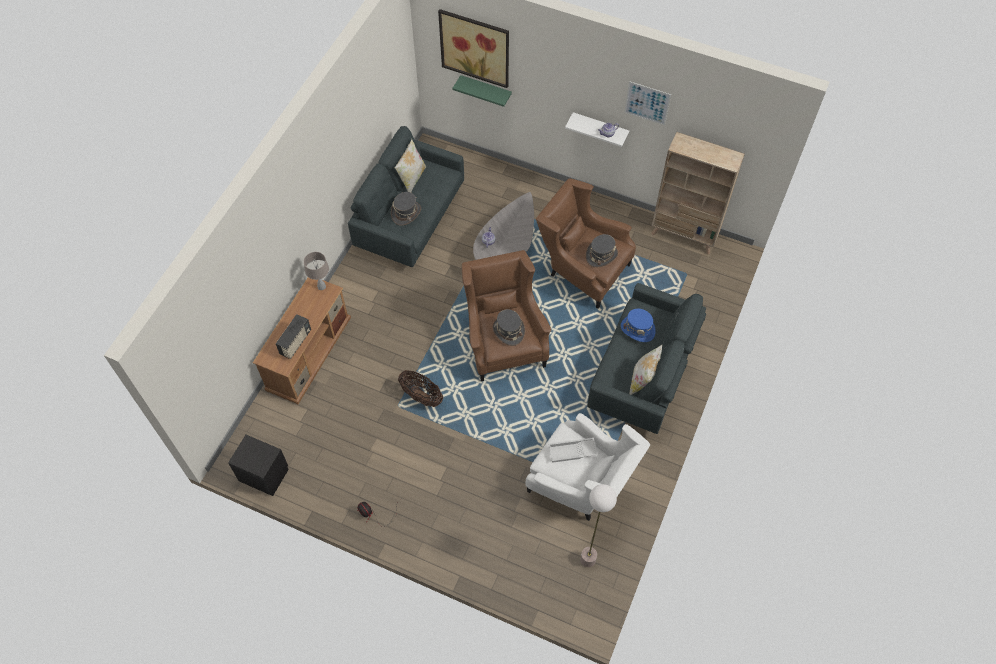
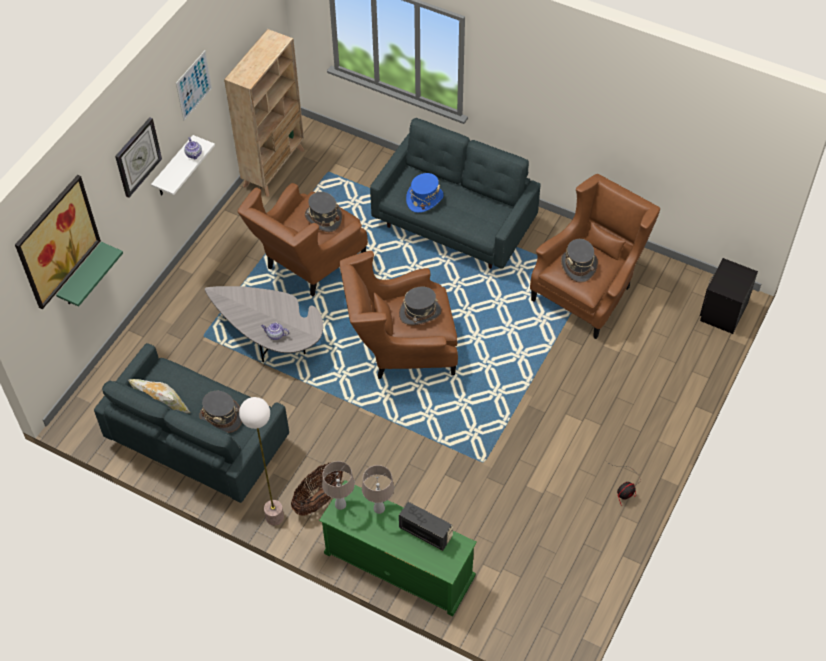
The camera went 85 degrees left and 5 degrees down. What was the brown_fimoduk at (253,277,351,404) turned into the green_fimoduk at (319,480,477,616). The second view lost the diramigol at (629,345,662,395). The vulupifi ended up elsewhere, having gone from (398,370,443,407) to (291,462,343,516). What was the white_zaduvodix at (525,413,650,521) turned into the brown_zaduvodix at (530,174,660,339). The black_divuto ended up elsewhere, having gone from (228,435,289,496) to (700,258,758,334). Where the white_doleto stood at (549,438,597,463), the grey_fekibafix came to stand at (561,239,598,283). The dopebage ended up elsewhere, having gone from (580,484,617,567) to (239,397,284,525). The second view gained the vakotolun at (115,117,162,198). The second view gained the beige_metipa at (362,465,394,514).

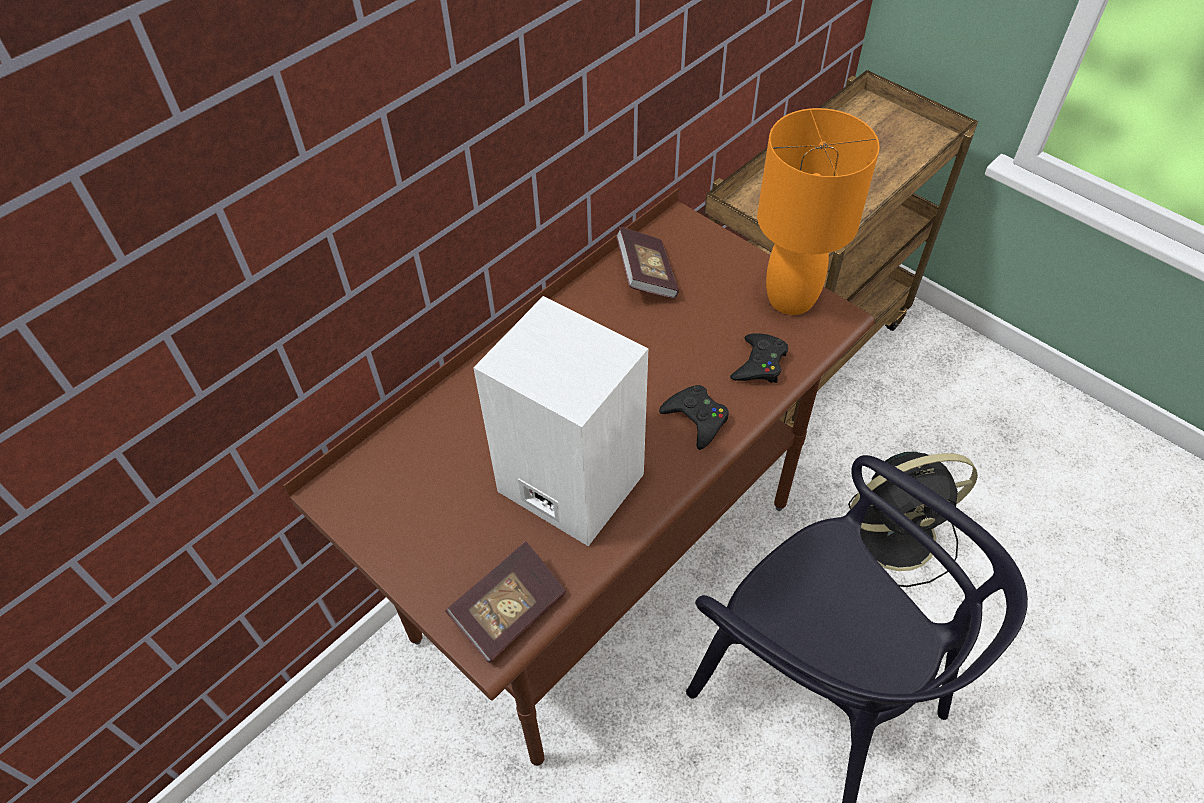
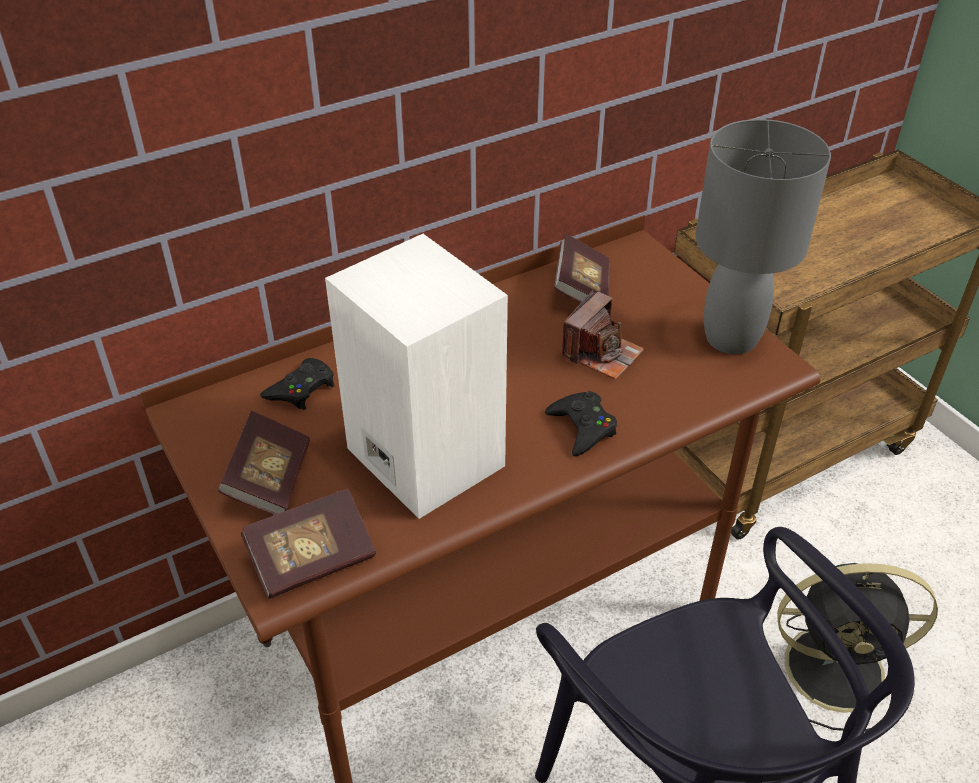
The camera went 15 degrees right and 10 degrees down. What was the orange_metipa at (757,108,880,315) turned into the grey_metipa at (695,119,831,354). The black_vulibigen ended up elsewhere, having gone from (730,333,788,383) to (260,358,334,410). The second view gained the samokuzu at (562,290,644,380). The second view gained the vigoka at (218,411,310,515).

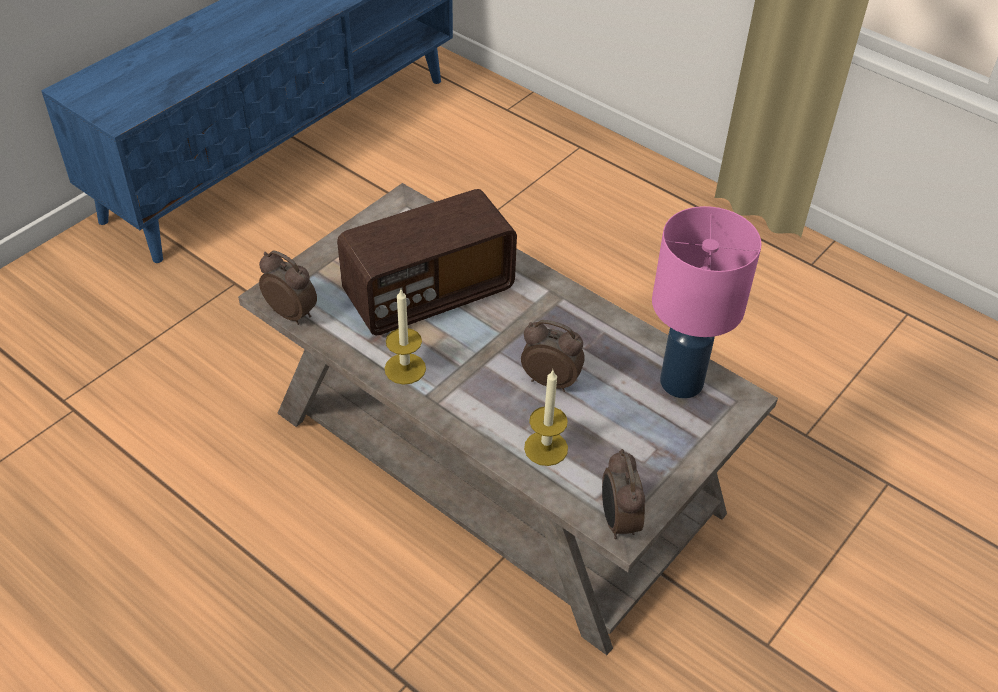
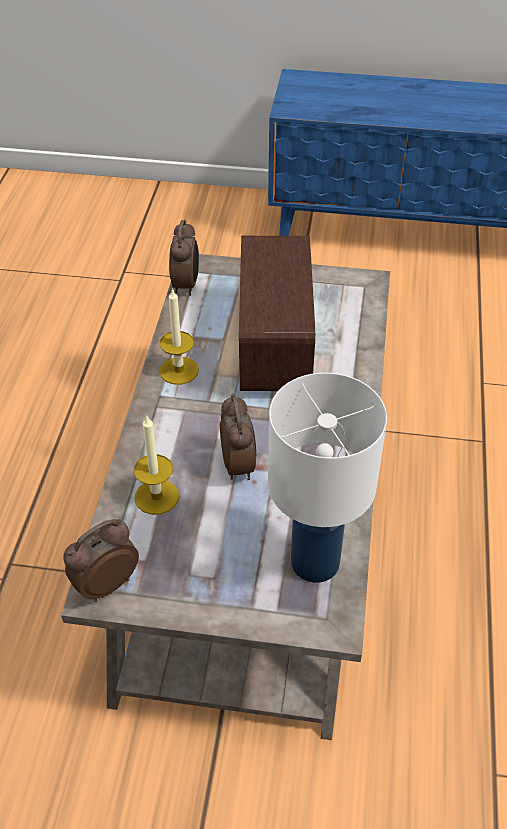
The camera went 60 degrees right and 0 degrees up. The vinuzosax at (337,189,517,336) ended up facing another way, 120 degrees counterclockwise from before. What was the pink_metipa at (652,206,762,398) turned into the white_metipa at (268,373,387,583).

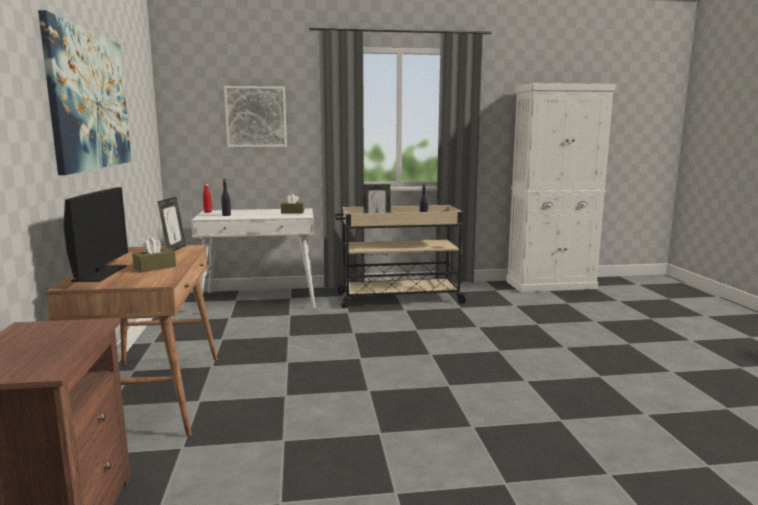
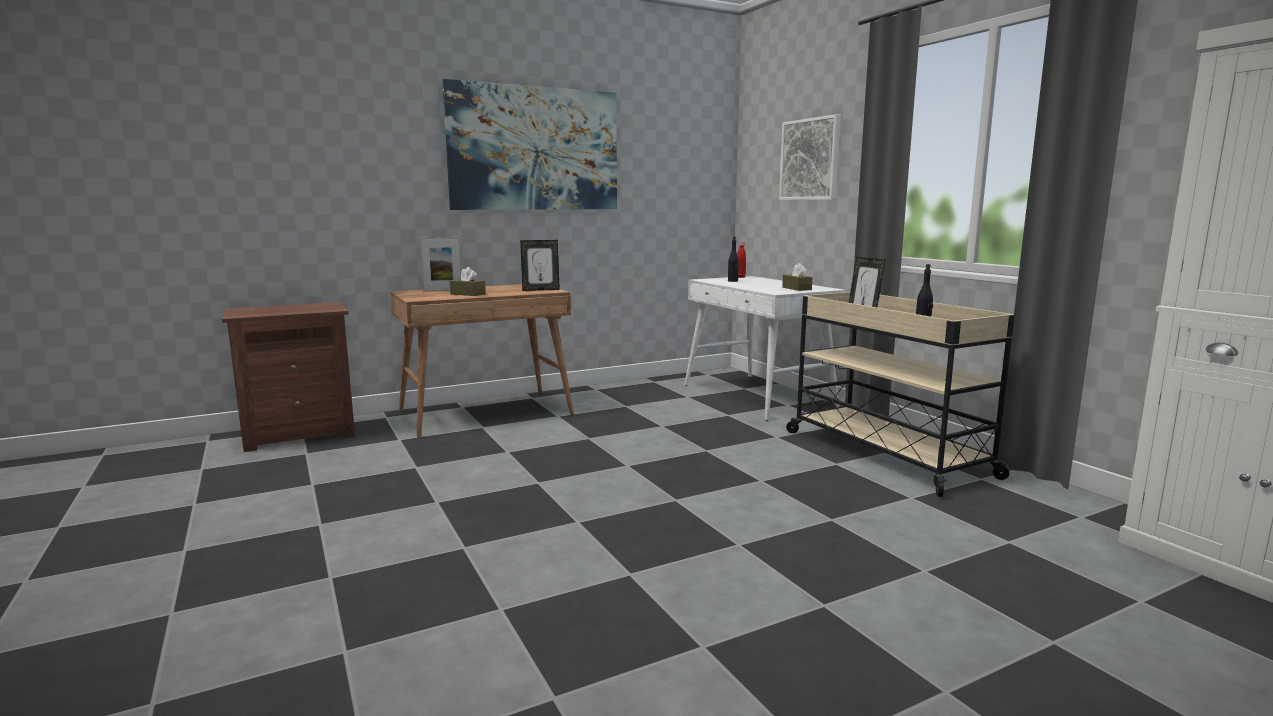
The camera went 70 degrees right and 0 degrees up. Where the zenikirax stood at (63,187,128,282), the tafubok came to stand at (419,237,462,292).

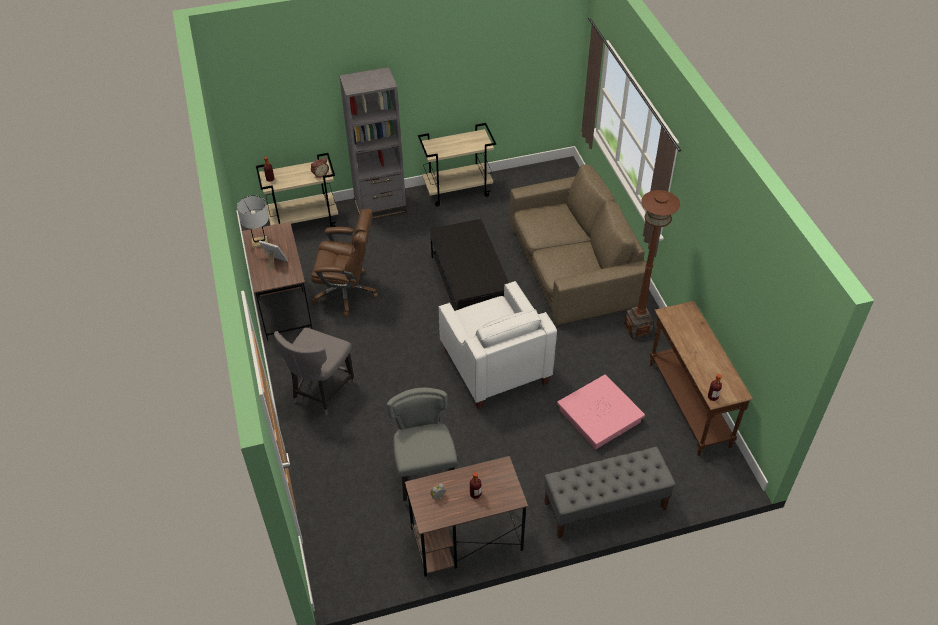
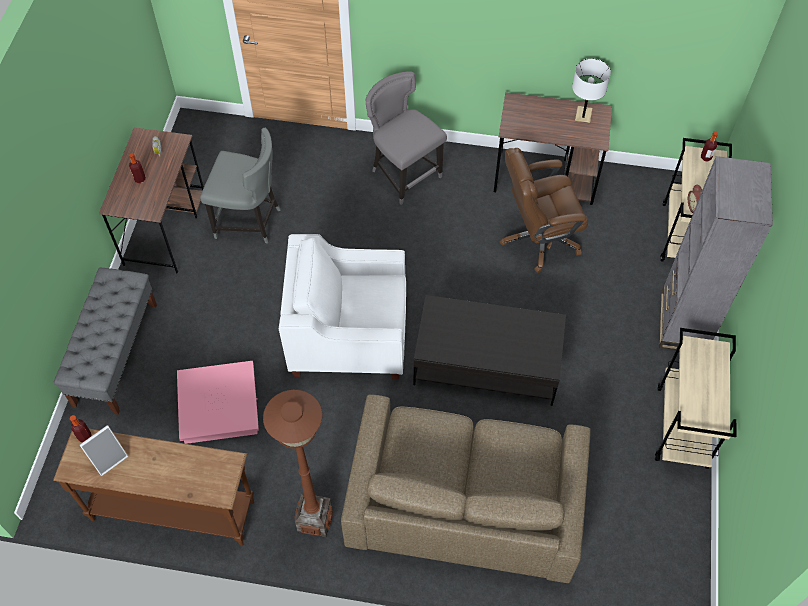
The camera went 115 degrees right and 10 degrees up. The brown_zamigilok at (311,209,378,317) ended up facing another way, 45 degrees clockwise from before. The tafubok ended up elsewhere, having gone from (259,240,288,271) to (80,425,128,476).

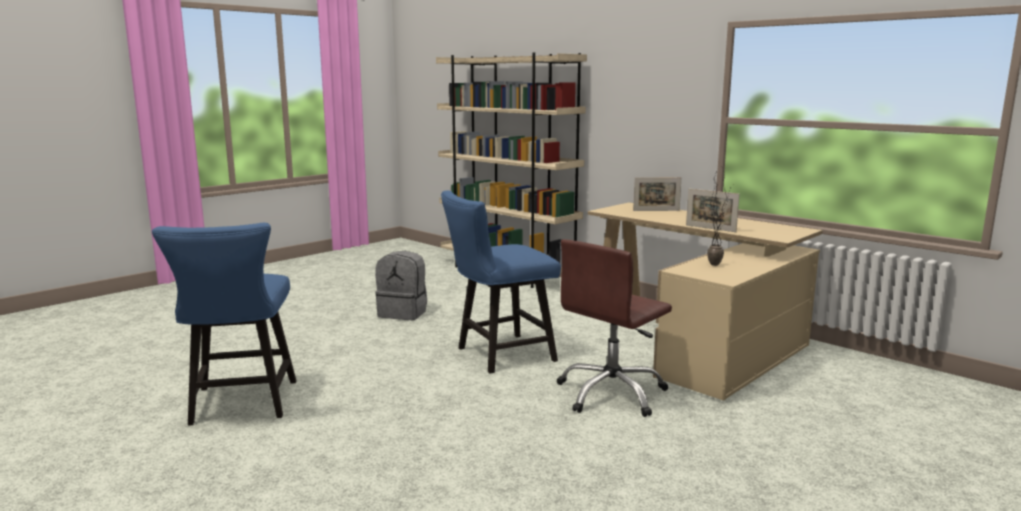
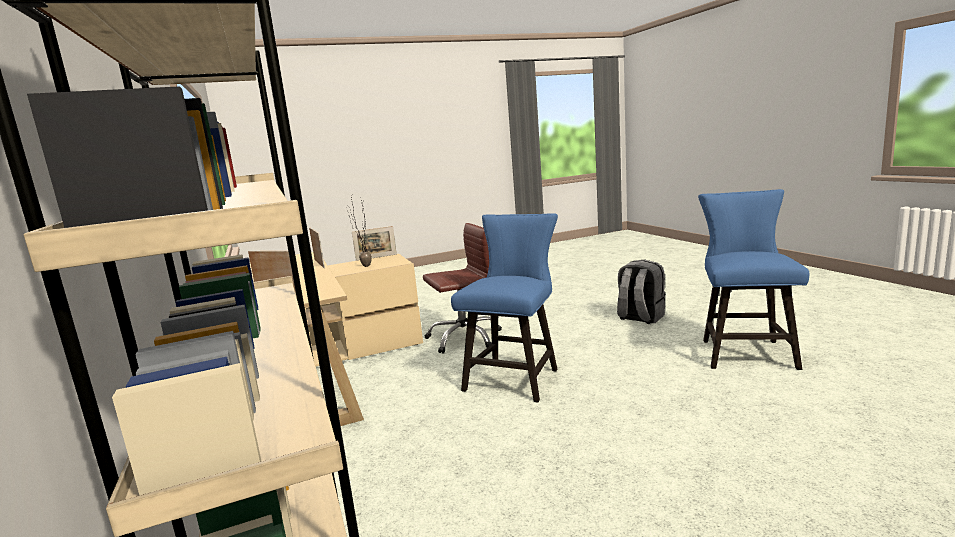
The camera went 155 degrees left and 0 degrees up. The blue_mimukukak at (441,190,561,373) ended up facing another way, 60 degrees counterclockwise from before. The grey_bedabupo ended up elsewhere, having gone from (375,251,427,320) to (617,260,665,324). The second view gained the tafubok at (352,226,397,261).

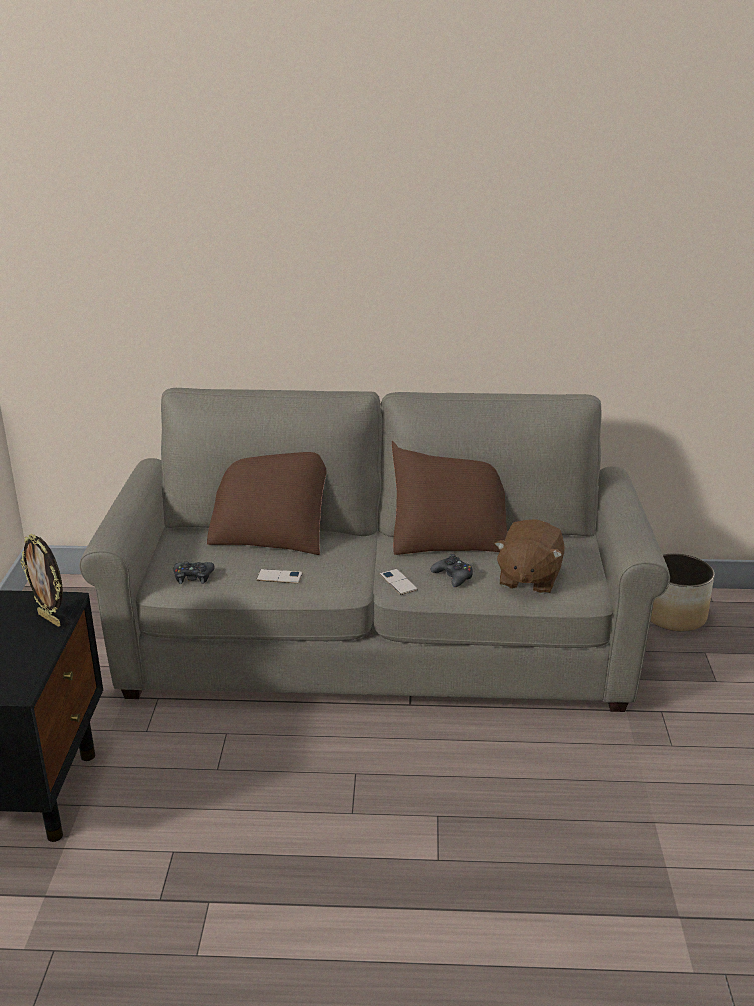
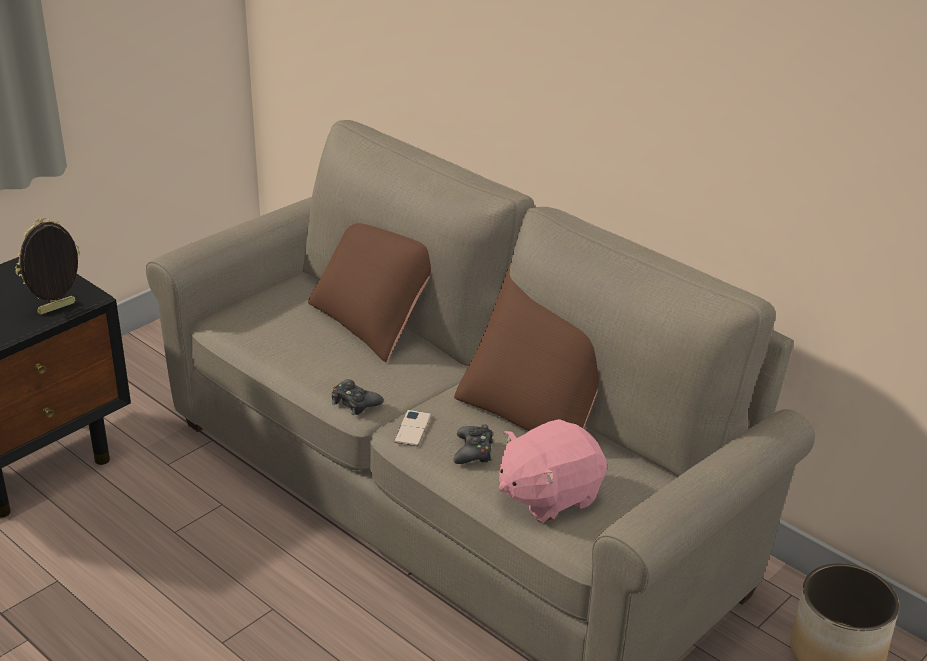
The camera went 40 degrees right and 5 degrees up. What was the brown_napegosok at (495,520,565,594) turned into the pink_napegosok at (499,419,607,523). The tafubok at (21,534,63,627) ended up facing another way, 60 degrees clockwise from before. The black_vulibigen ended up elsewhere, having gone from (173,561,215,584) to (332,379,384,415). The second view lost the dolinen at (256,569,303,584).

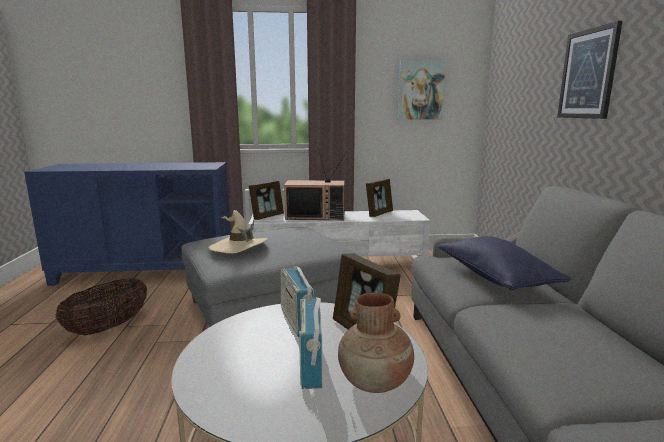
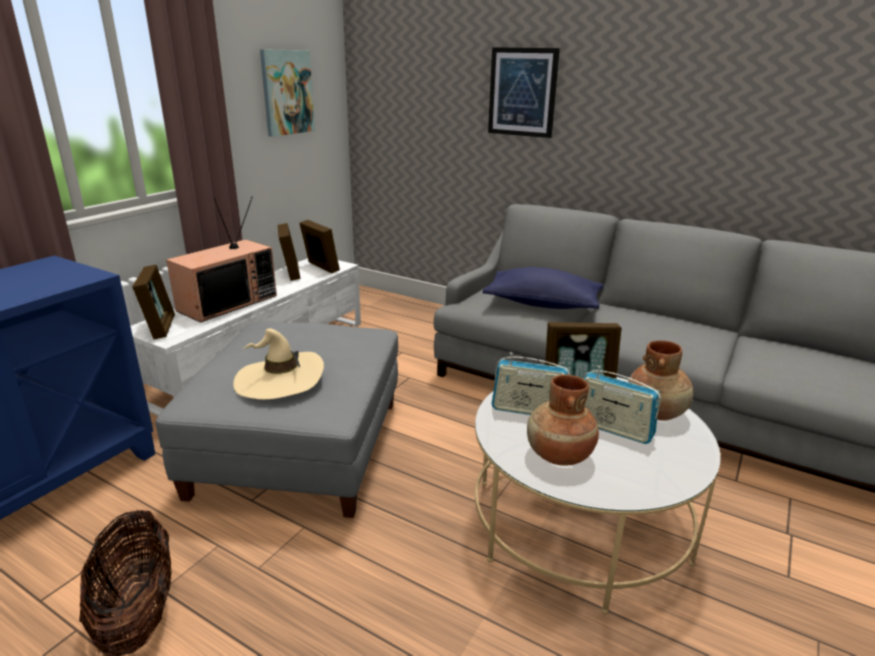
The camera went 55 degrees left and 10 degrees up. The second view gained the tafubok at (299,220,340,273). The second view gained the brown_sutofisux at (527,374,599,466).

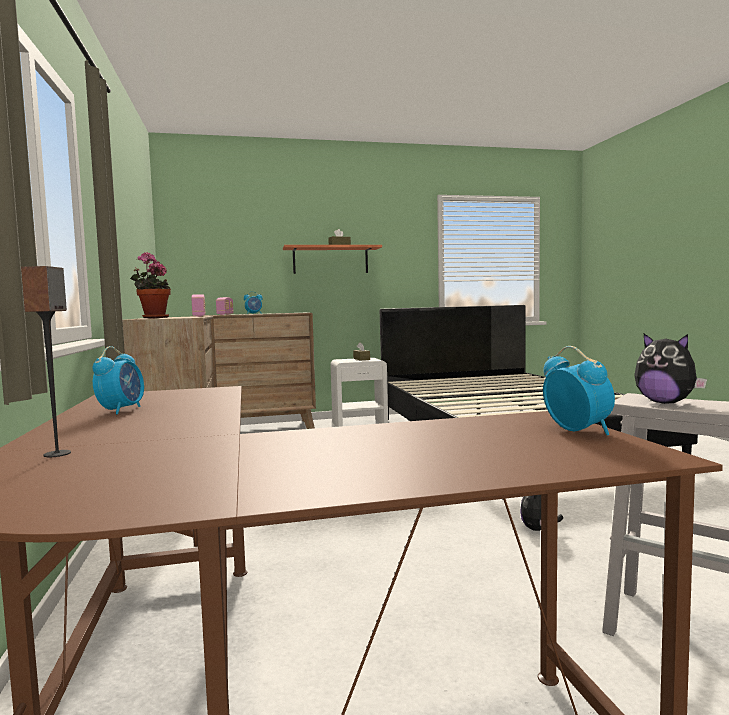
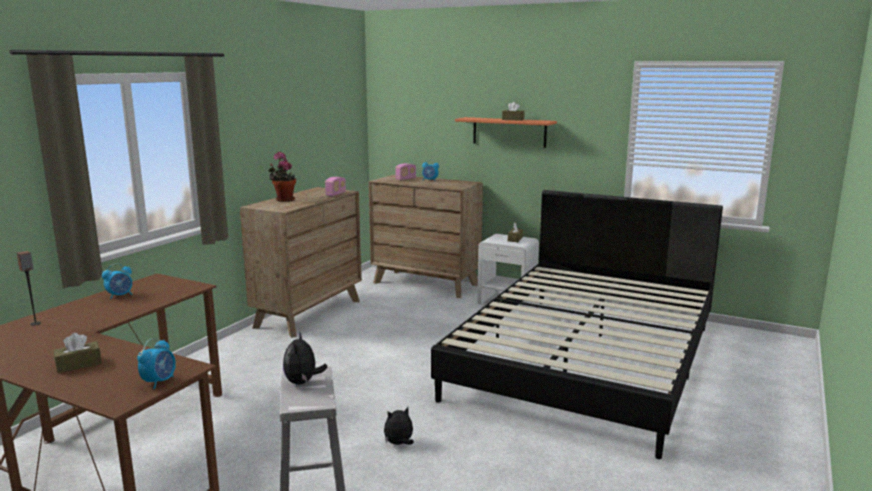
The camera went 40 degrees right and 10 degrees up. The second view gained the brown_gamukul at (54,333,102,373).

